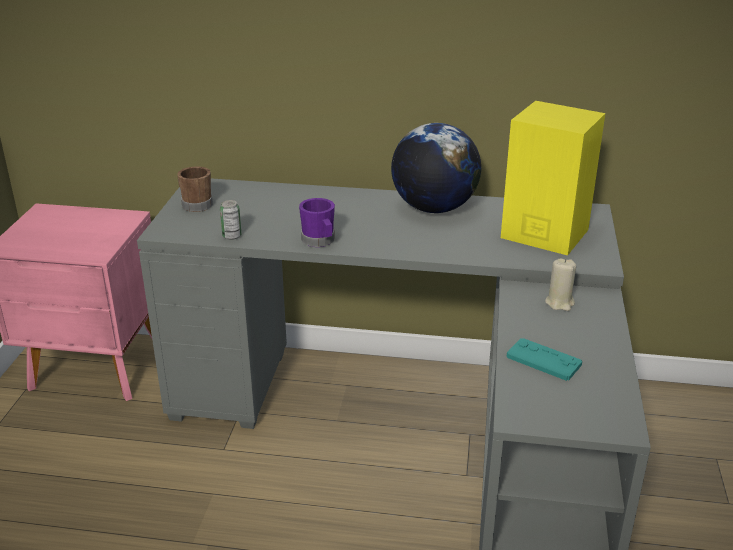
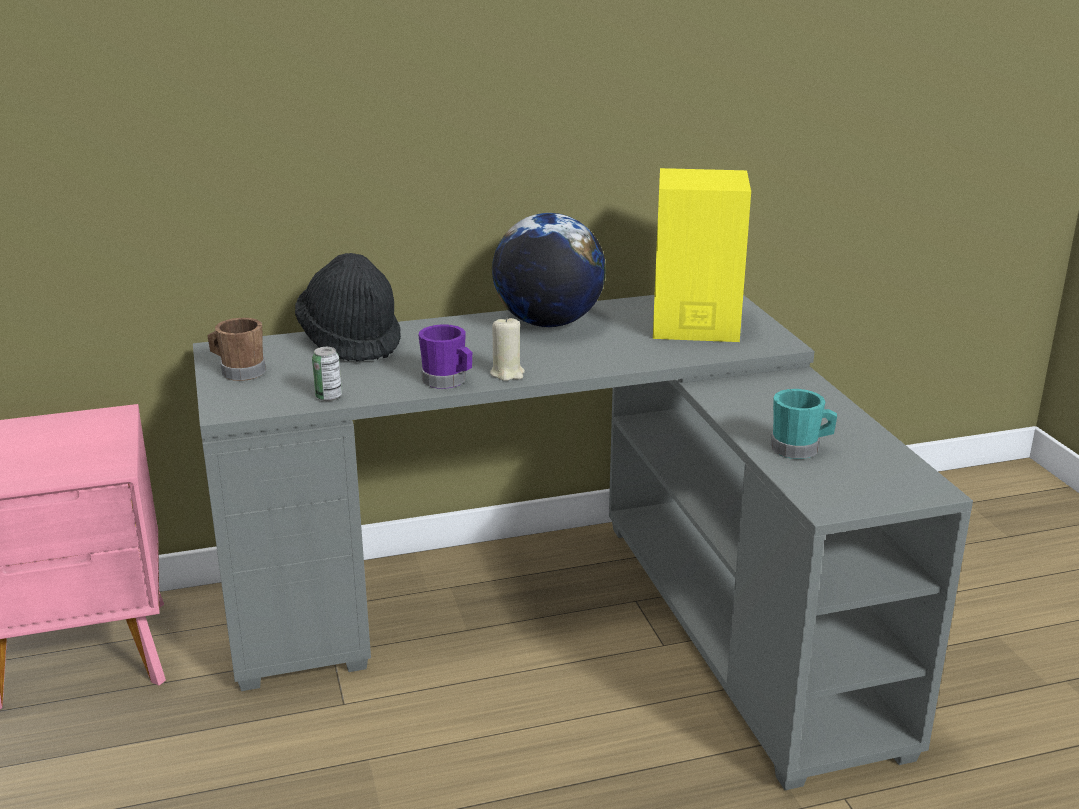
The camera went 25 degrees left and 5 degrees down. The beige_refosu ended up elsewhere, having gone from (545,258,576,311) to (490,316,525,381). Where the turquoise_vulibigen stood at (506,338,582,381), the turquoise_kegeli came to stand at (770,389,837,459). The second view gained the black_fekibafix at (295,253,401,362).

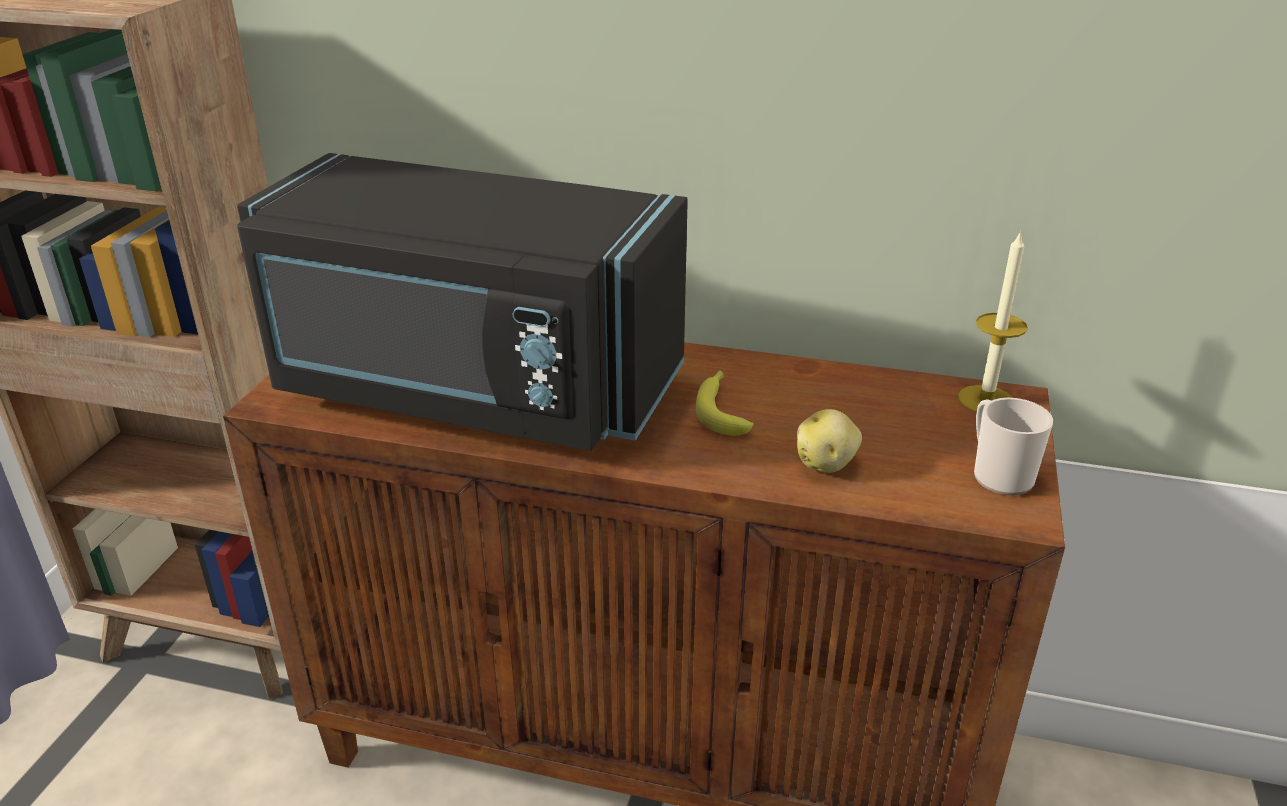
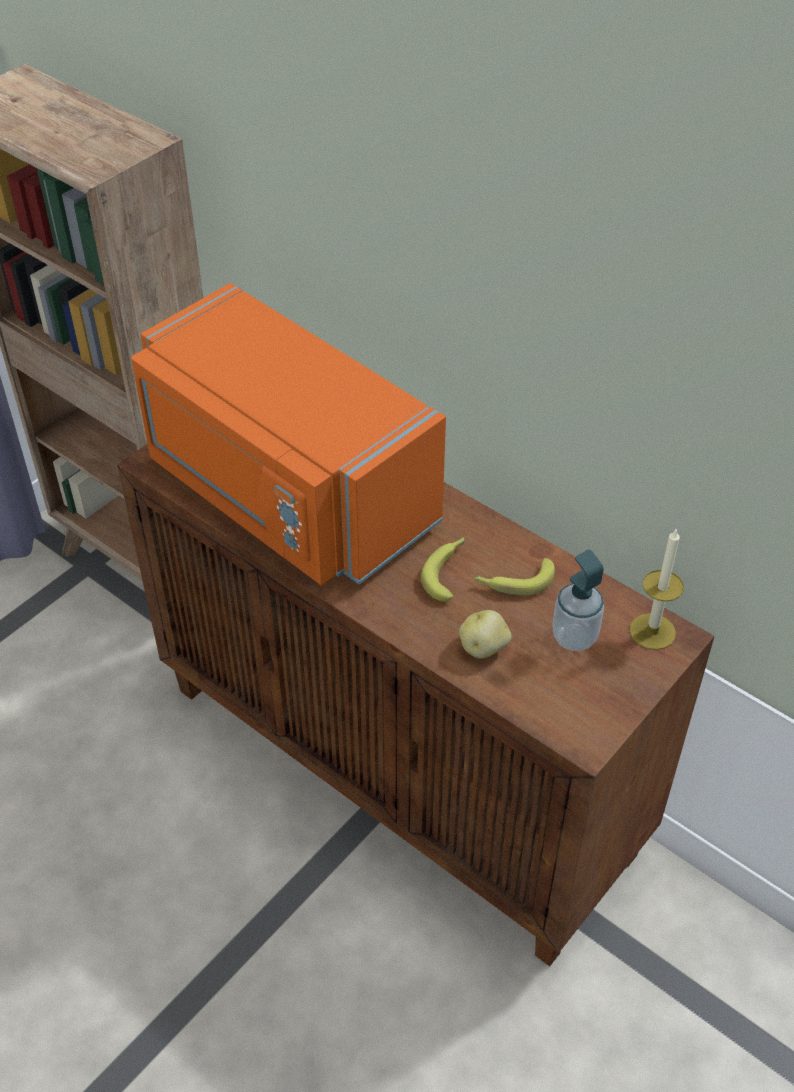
The camera went 25 degrees right and 15 degrees up. What was the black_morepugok at (237,153,688,451) turned into the orange_morepugok at (131,283,446,585). The second view lost the kegeli at (974,398,1053,496). The second view gained the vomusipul at (552,550,604,651). The second view gained the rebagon at (474,558,555,595).

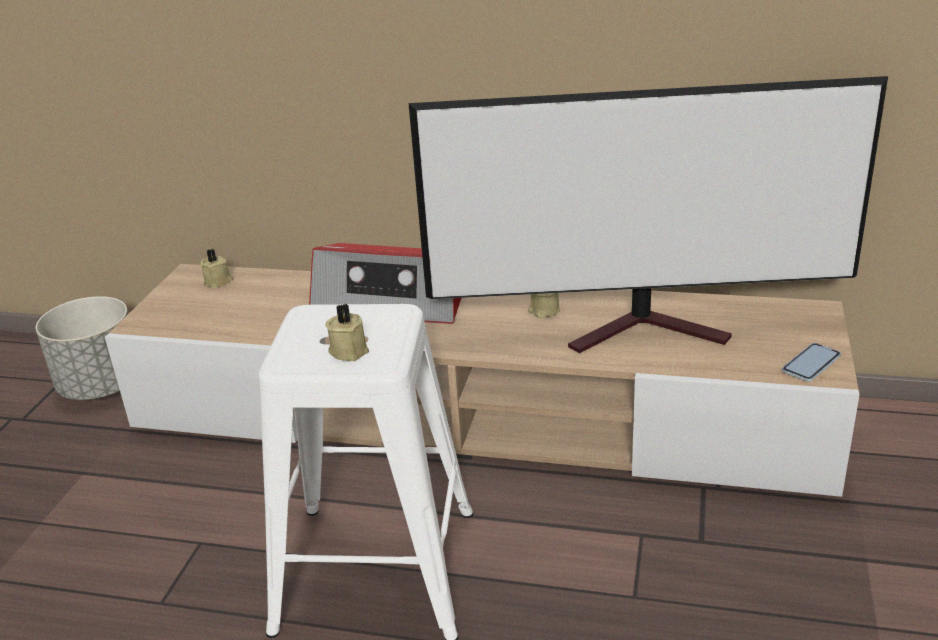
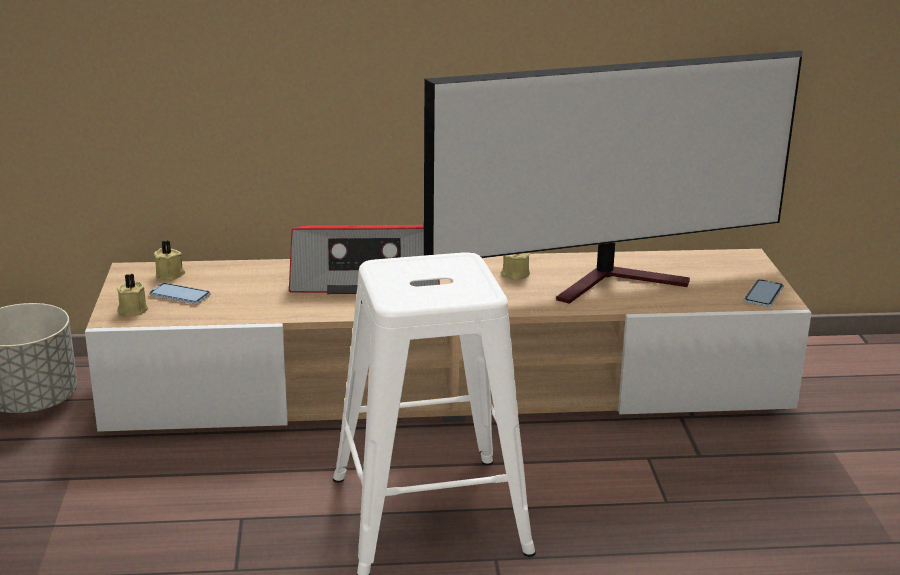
The camera went 20 degrees left and 5 degrees down. The beige_refosu ended up elsewhere, having gone from (325,304,369,361) to (116,274,149,316). The second view gained the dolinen at (149,283,210,304).

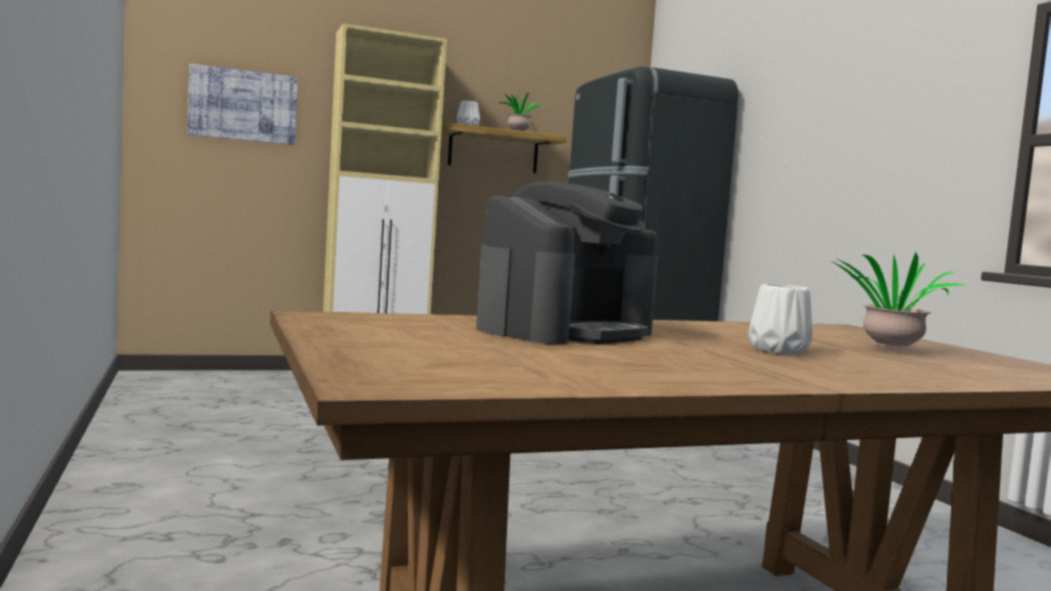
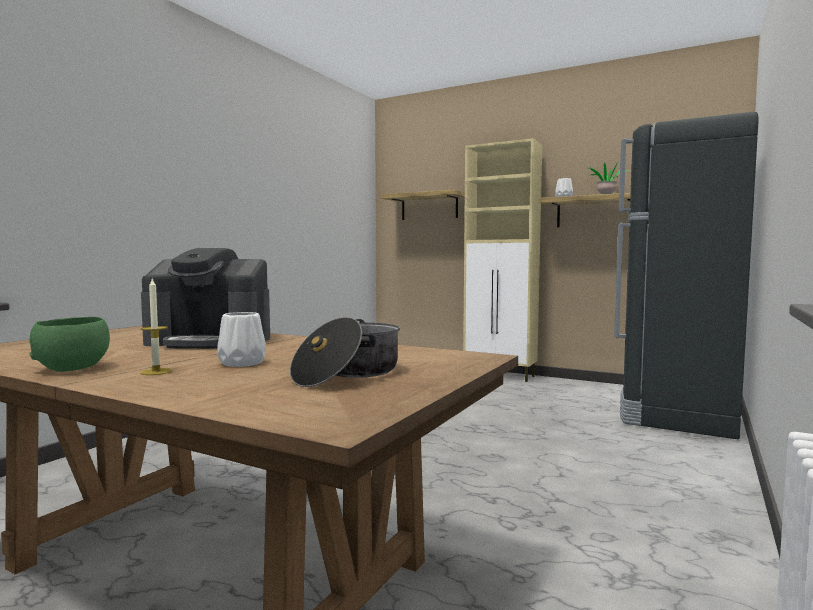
The camera went 50 degrees right and 0 degrees up. Where the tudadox hung at (187,64,298,145), the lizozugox came to hang at (381,189,465,220). Where the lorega stood at (830,252,963,349), the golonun came to stand at (290,317,400,387). The second view gained the refosu at (140,279,172,375). The second view gained the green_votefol at (29,317,110,372).

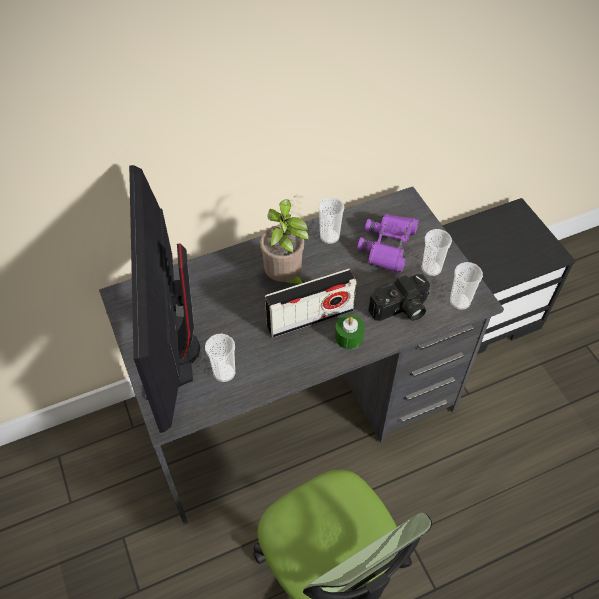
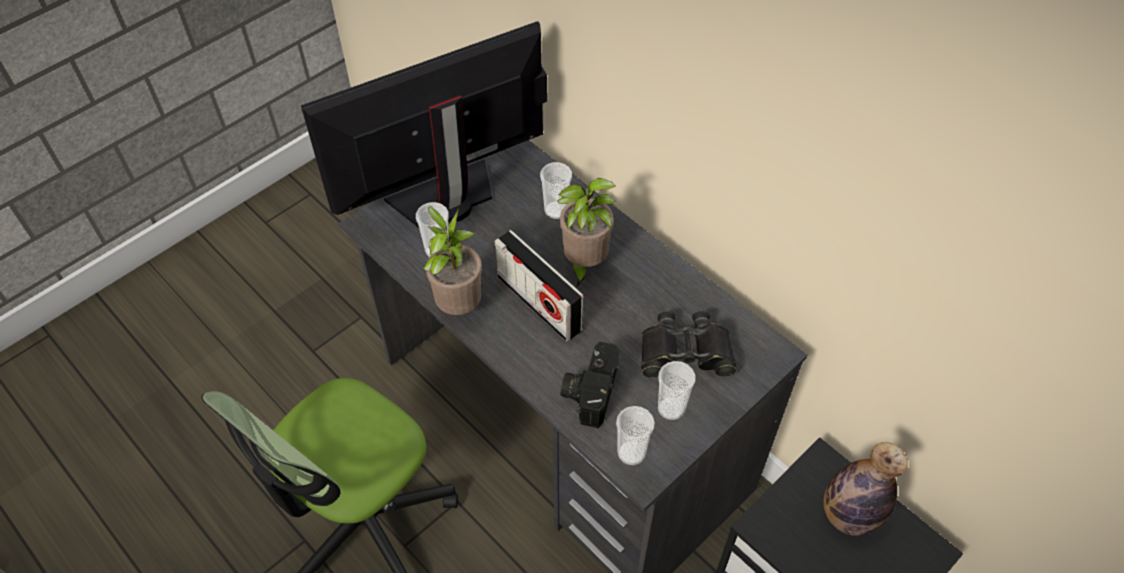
The camera went 70 degrees right and 0 degrees up. The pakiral ended up elsewhere, having gone from (318,197,344,244) to (540,162,572,219). What was the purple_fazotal at (357,214,419,274) turned into the black_fazotal at (641,311,737,378). The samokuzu at (369,274,430,321) ended up facing another way, 60 degrees clockwise from before. The second view lost the green_refosu at (335,315,365,349). The second view gained the lorega at (423,205,482,315). The second view gained the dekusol at (823,442,908,536).

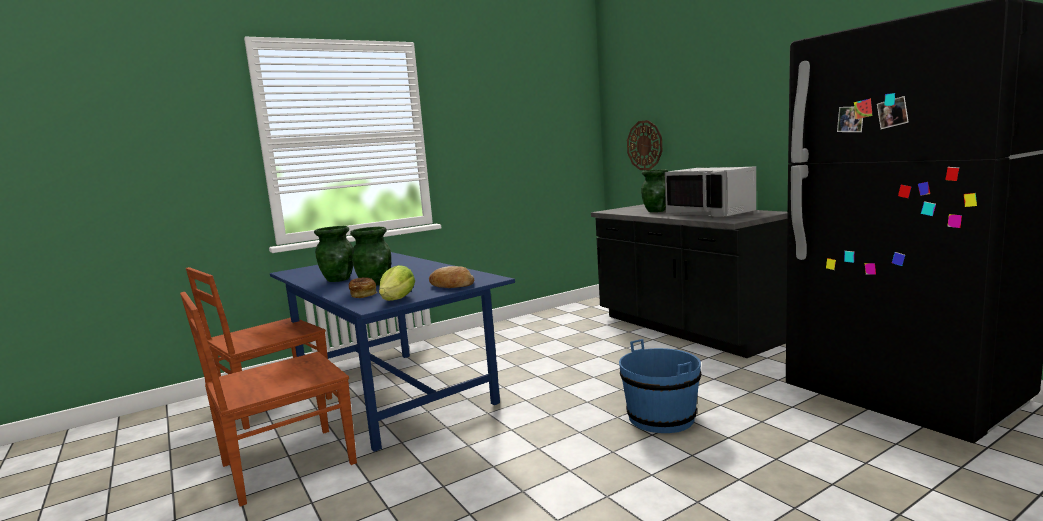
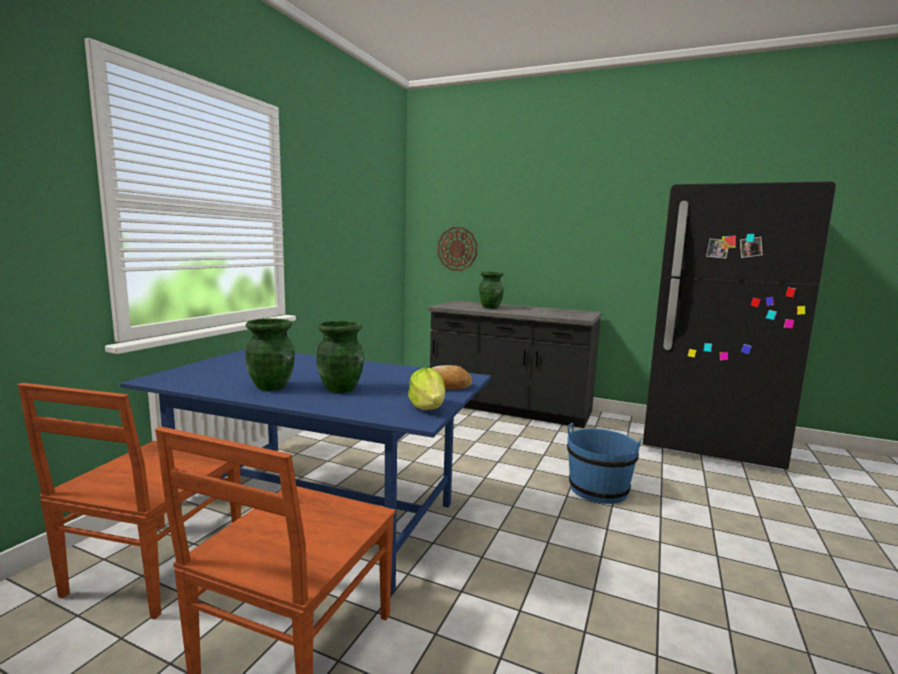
The camera went 35 degrees left and 0 degrees up. The second view lost the grey_morepugok at (665,167,756,217). The second view lost the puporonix at (349,277,377,298).

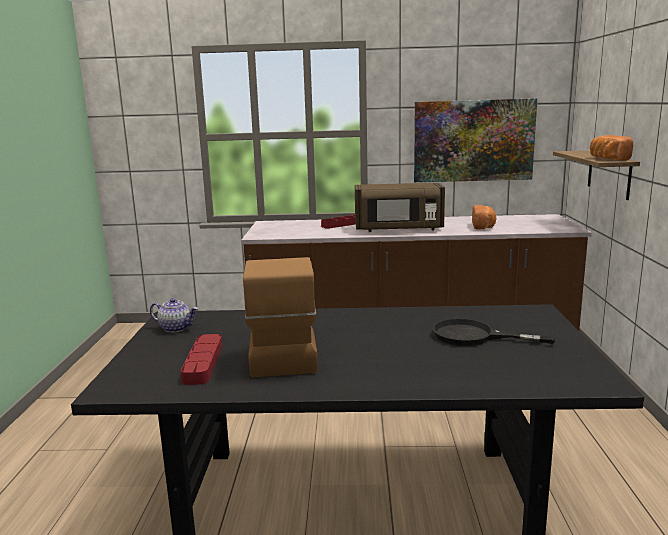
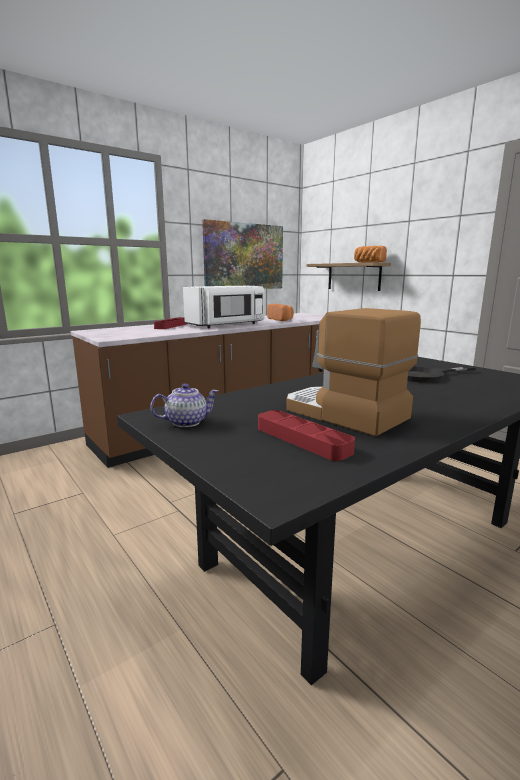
The camera went 40 degrees left and 0 degrees up. What was the brown_morepugok at (355,183,445,232) turned into the white_morepugok at (183,285,265,328).

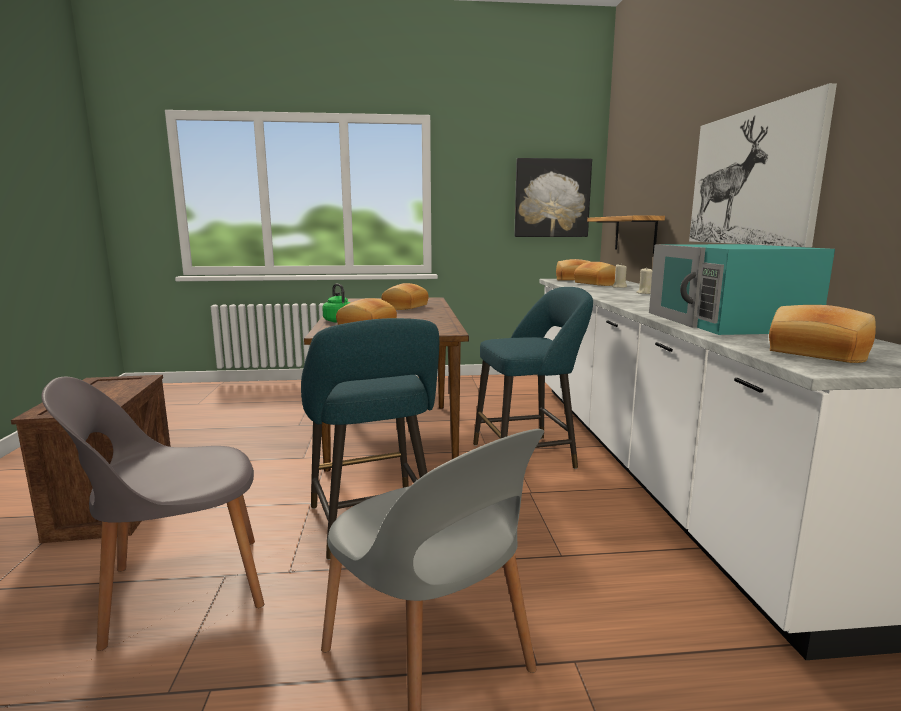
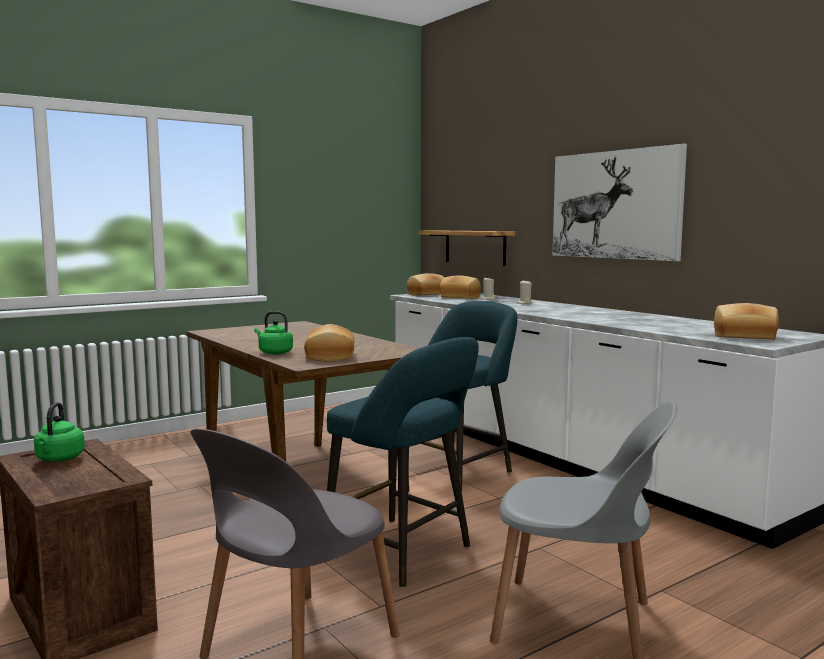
The camera went 30 degrees left and 5 degrees down. The second view lost the tudadox at (514,158,592,237). The second view lost the turquoise_morepugok at (649,244,835,335). The second view lost the puporonix at (382,283,429,310). The second view gained the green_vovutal at (34,402,85,462).

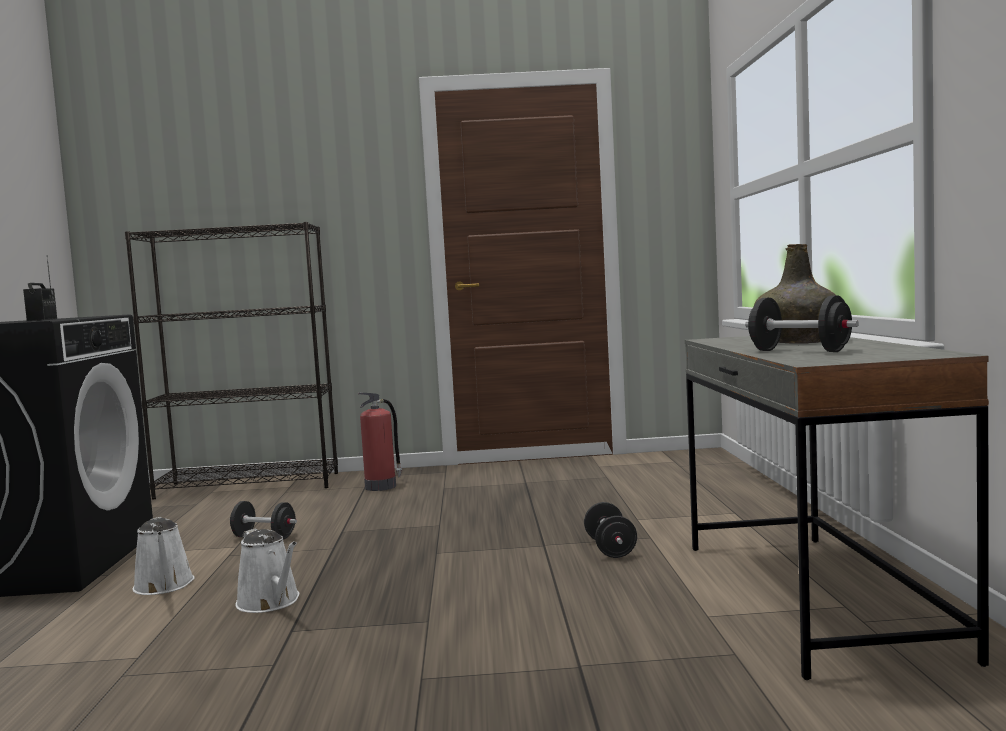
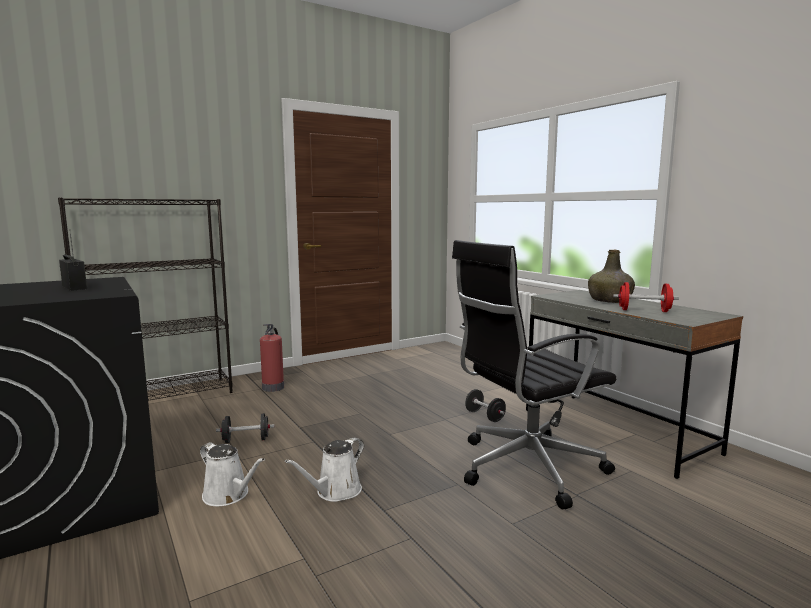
The camera went 30 degrees left and 5 degrees up. What was the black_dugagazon at (745,295,859,352) turned into the red_dugagazon at (613,282,679,312). The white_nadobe at (236,528,299,613) ended up facing another way, 105 degrees clockwise from before. The second view gained the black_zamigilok at (452,240,617,509).

